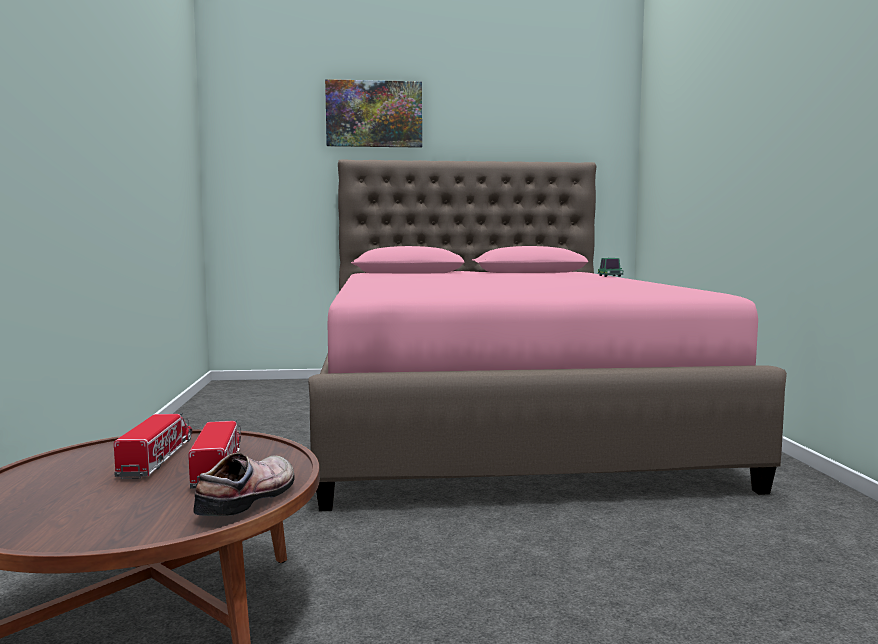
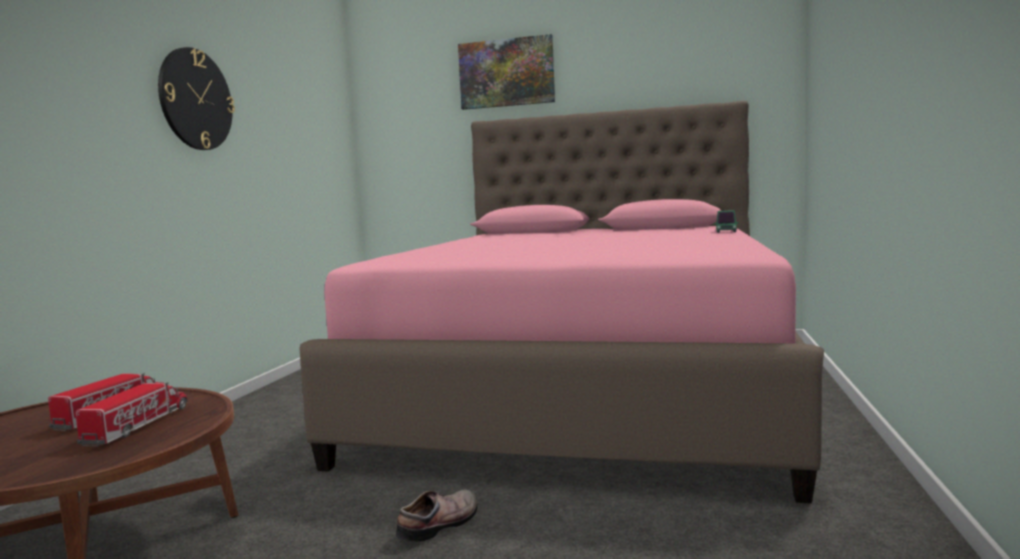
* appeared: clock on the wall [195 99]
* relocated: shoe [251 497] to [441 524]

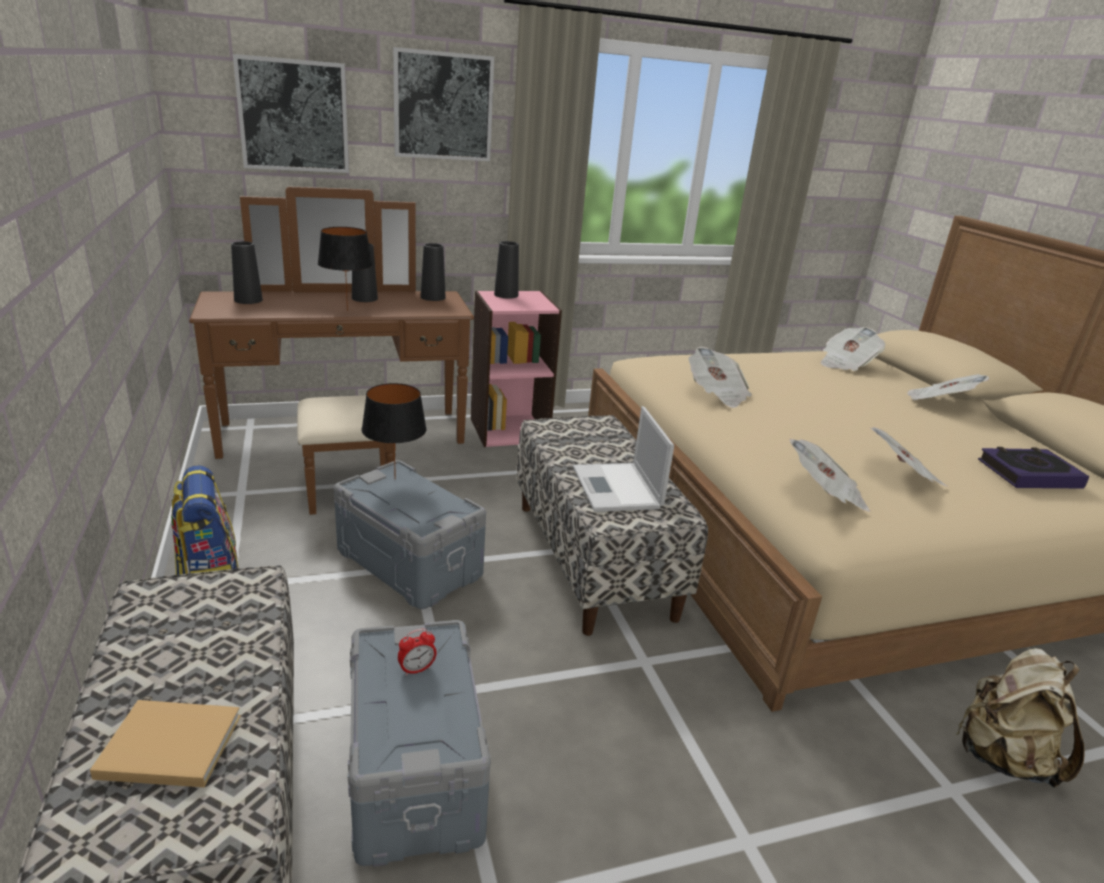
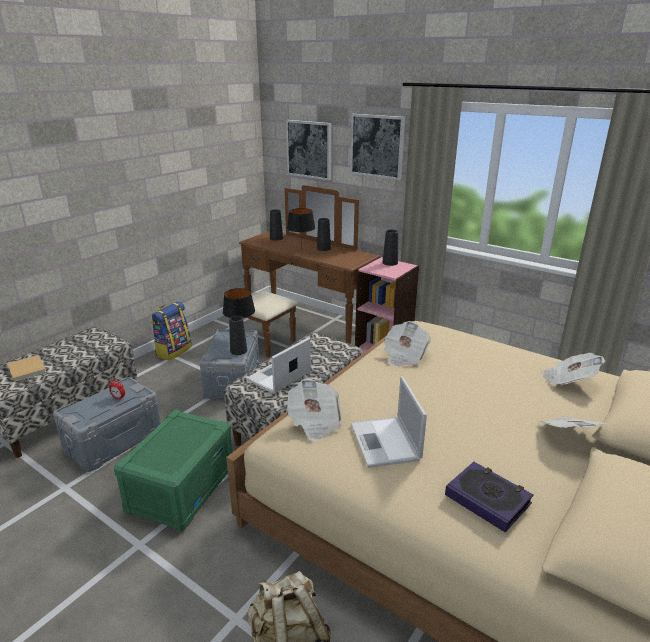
* appeared: green storage bin [181 487]
* relocated: black-coloured decorative vase [433 297] to [238 350]
* exchanged: newspaper [901 476] to notebook computer [385 443]

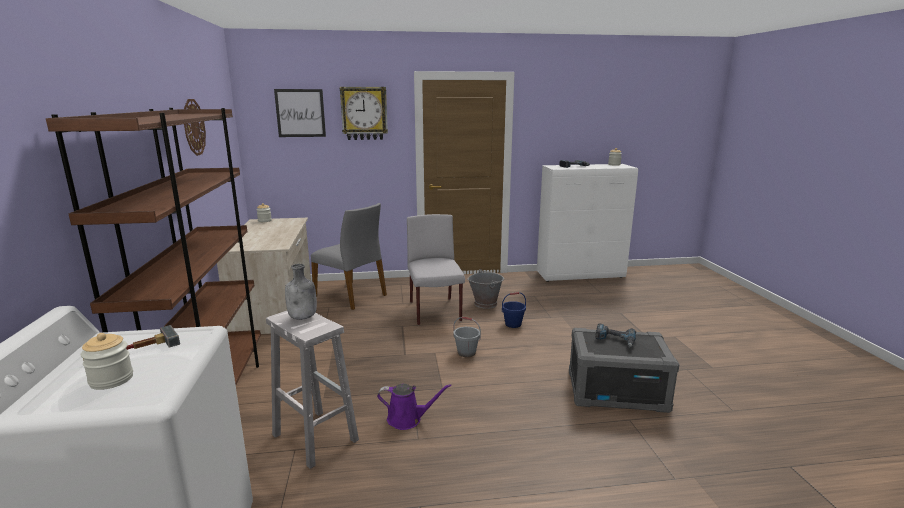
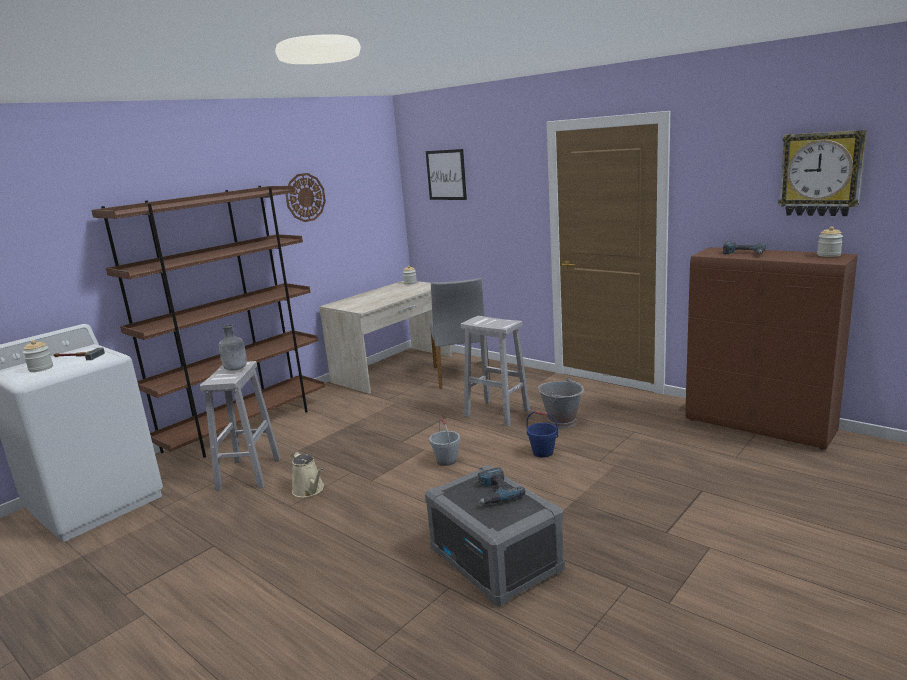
* relocated: clock on the wall [364 113] to [821 174]
* exchanged: grey upright chair [435 312] to white-coloured stool [498 413]
* colour: purplish watering pot [408 419] to beige-coloured watering pot [309 490]
* colour: white-coloured storage cabinet [581 275] to brown-coloured storage cabinet [760 427]

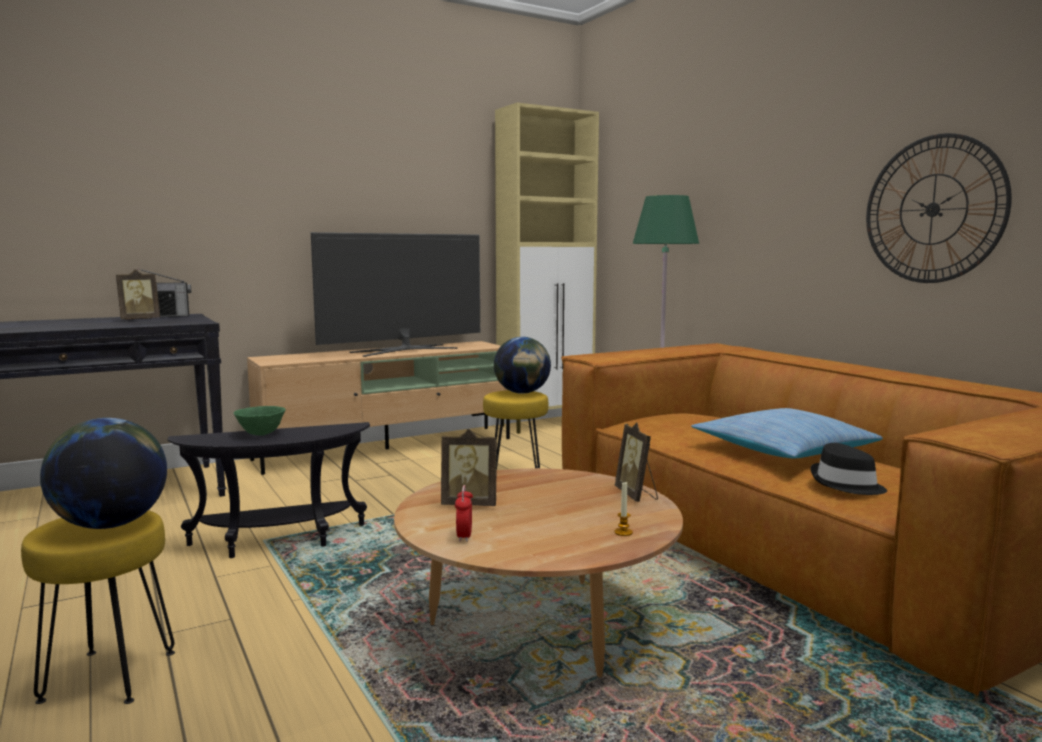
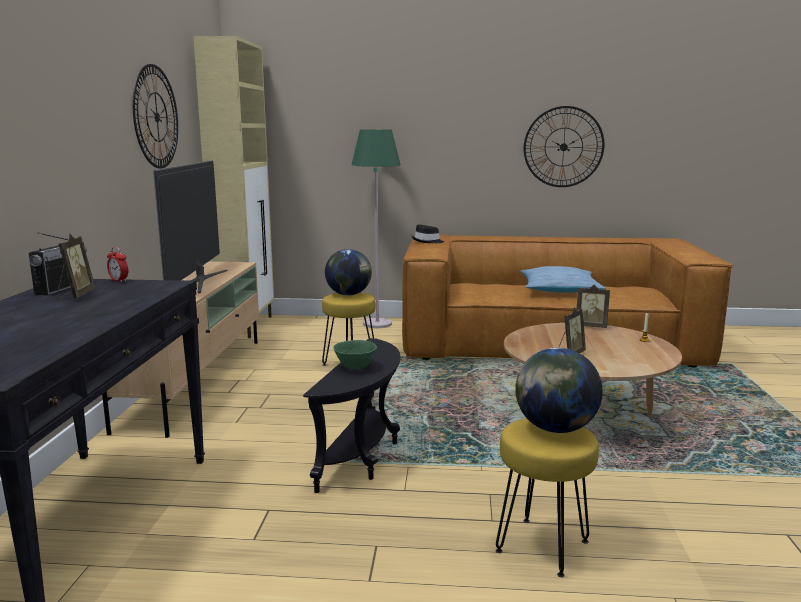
* appeared: clock on the wall [156 117]
* relocated: bedside clock [464 536] to [119 281]
* relocated: black-coloured clothing hat [846 484] to [427 241]

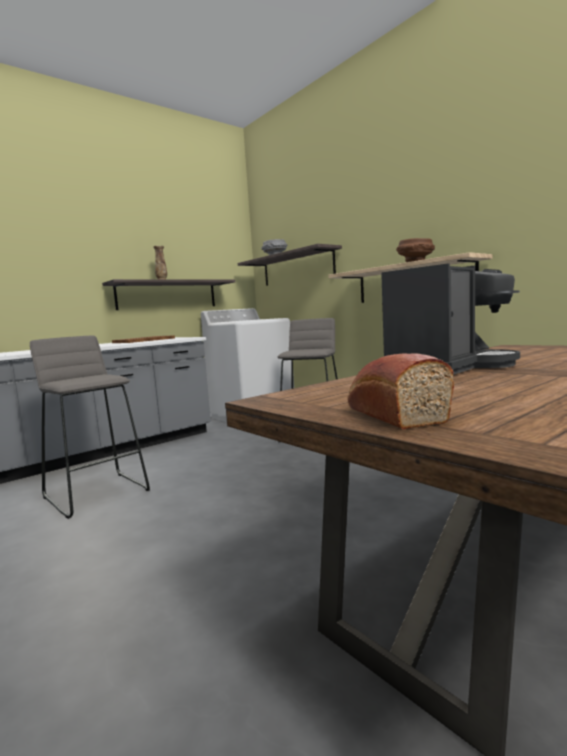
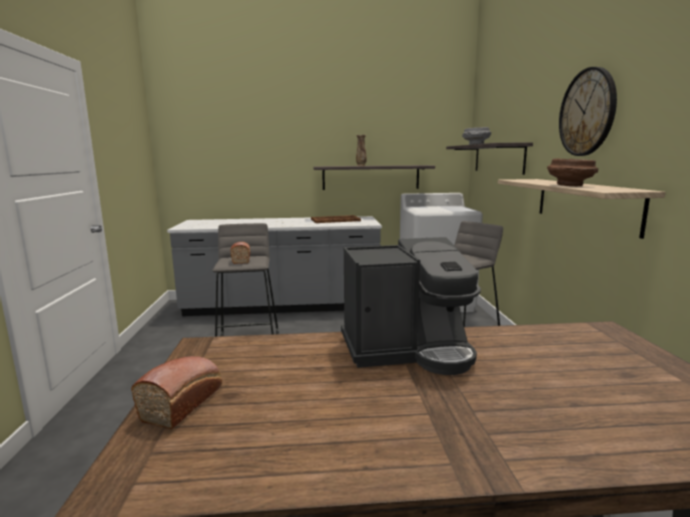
* appeared: baked bread [241 259]
* appeared: clock on the wall [587 112]

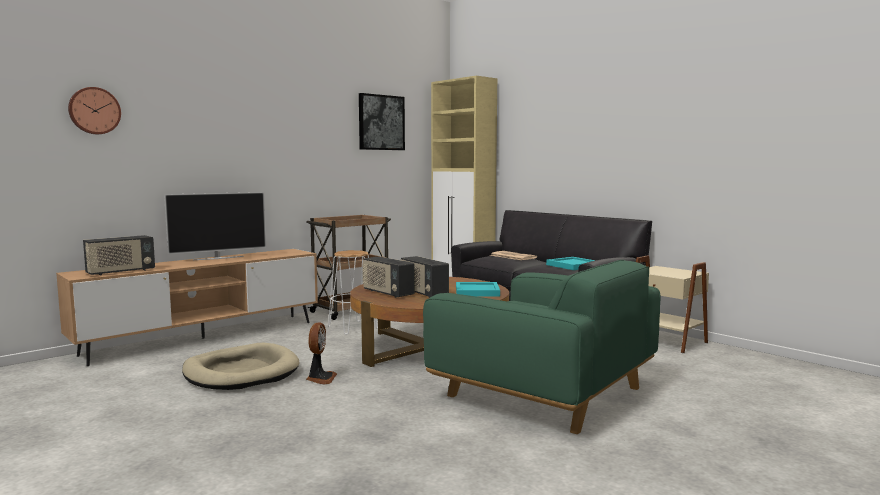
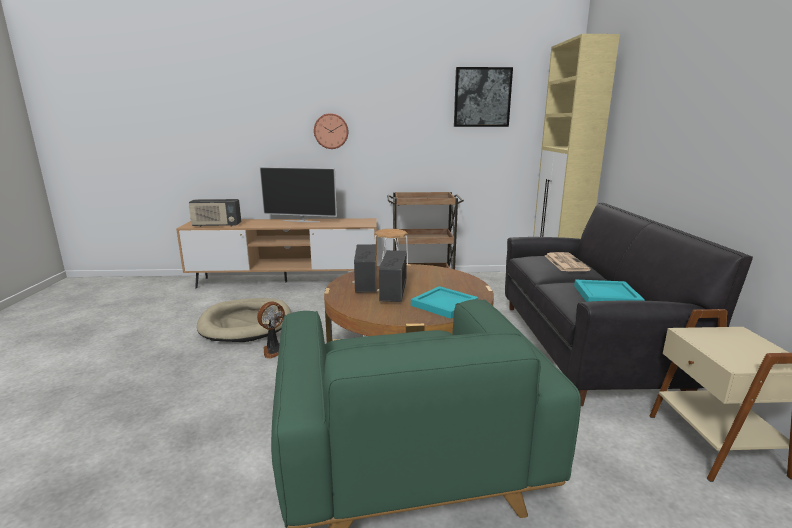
* relocated: clock on the wall [94 111] to [331 131]

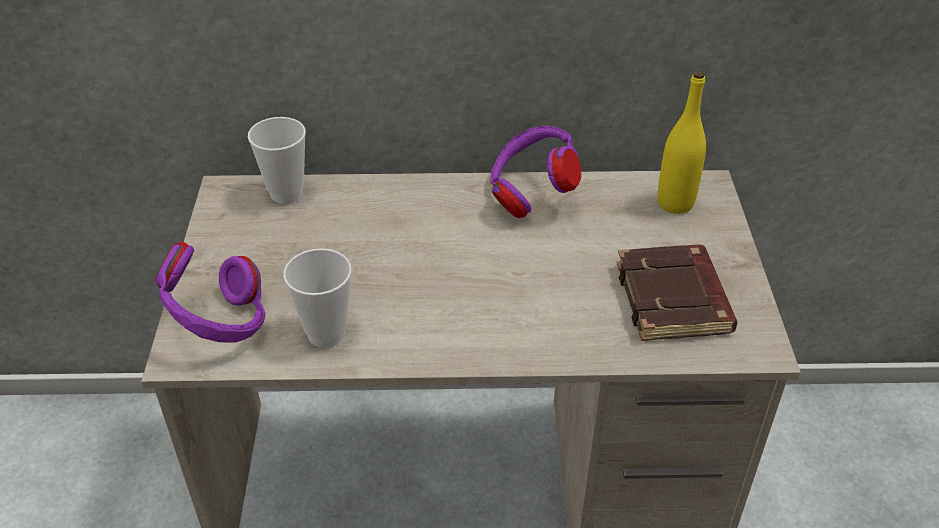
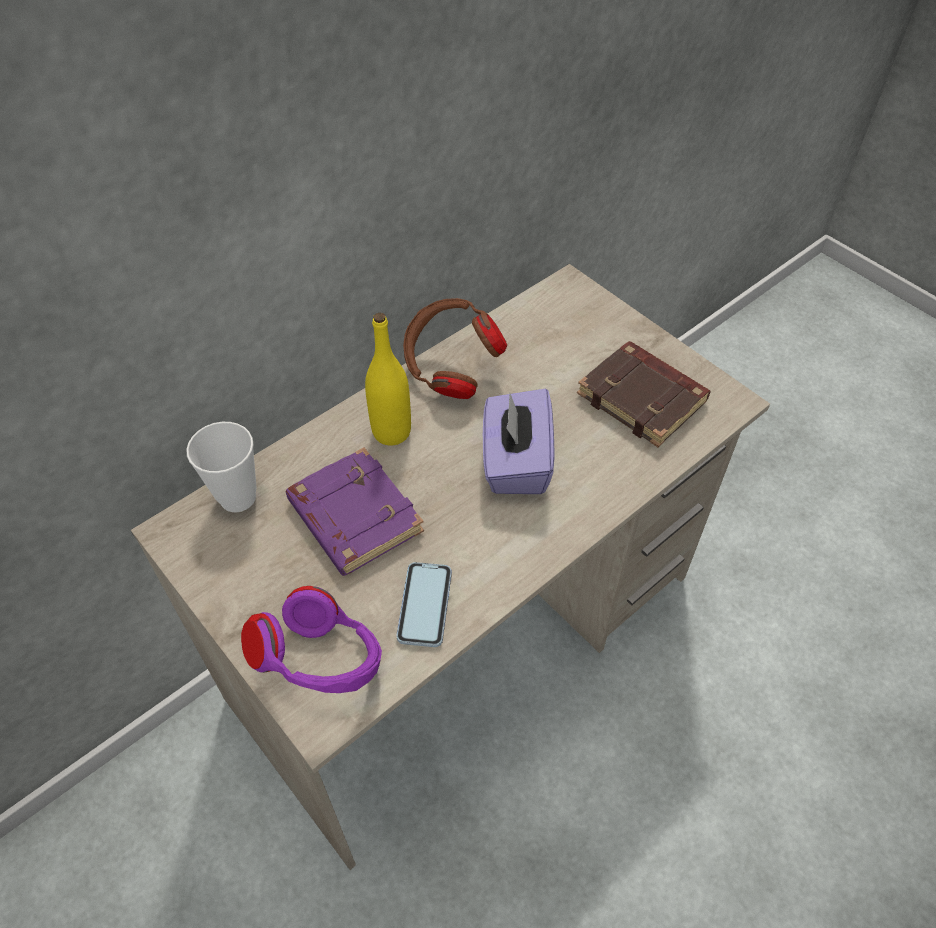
* appeared: purplish book [353 517]
* appeared: purplish tissue box [515 462]
* relocated: yellow bottle [675 203] to [391 432]
* exchanged: drinking cup [326 333] to handset [424 605]
* colour: purplish headset [530 195] to brown-coloured headset [450 371]

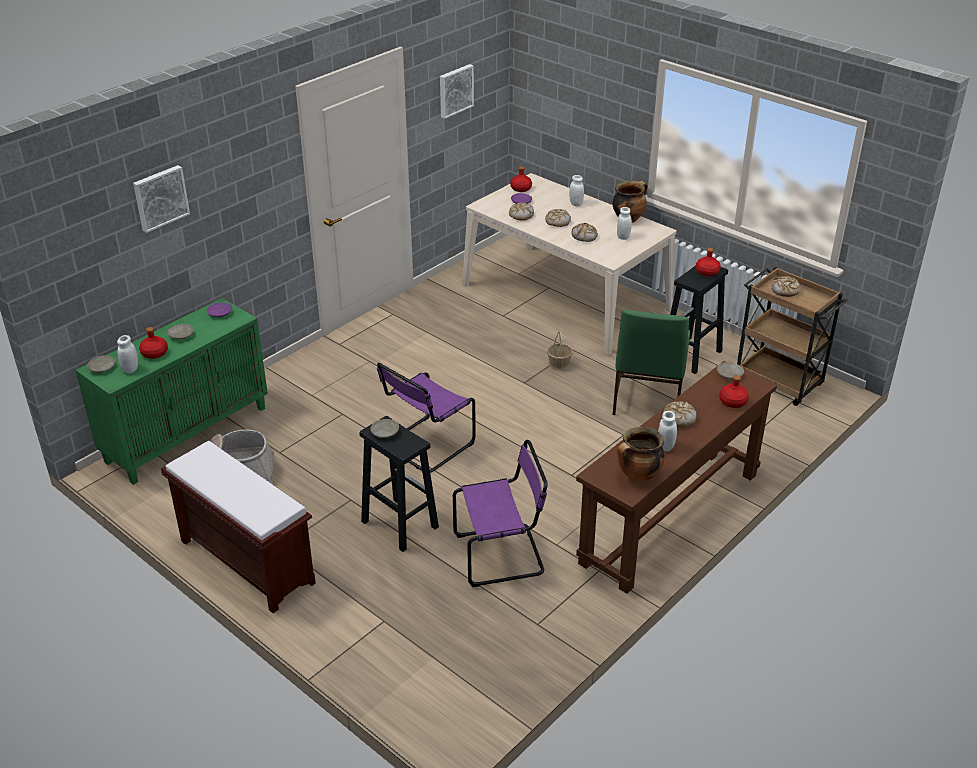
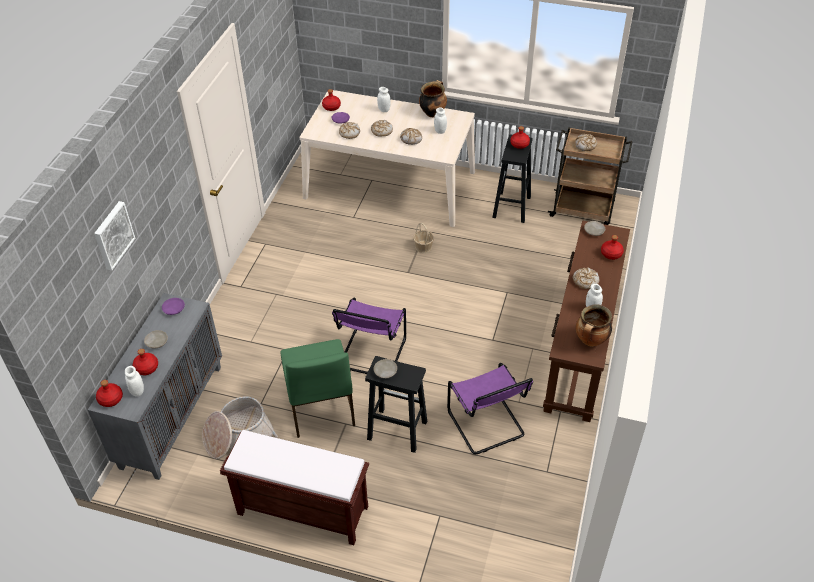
* missing: wall art [455 90]
* relocated: green upright chair [647 399] to [320 407]
* exchanged: beige-coloured plate [102 368] to red bottle [111 399]
* colour: green storage cabinet [187 433] to grey storage cabinet [171 415]
* spun: purplish upright chair [502 554] = [487 425] 105 degrees clockwise

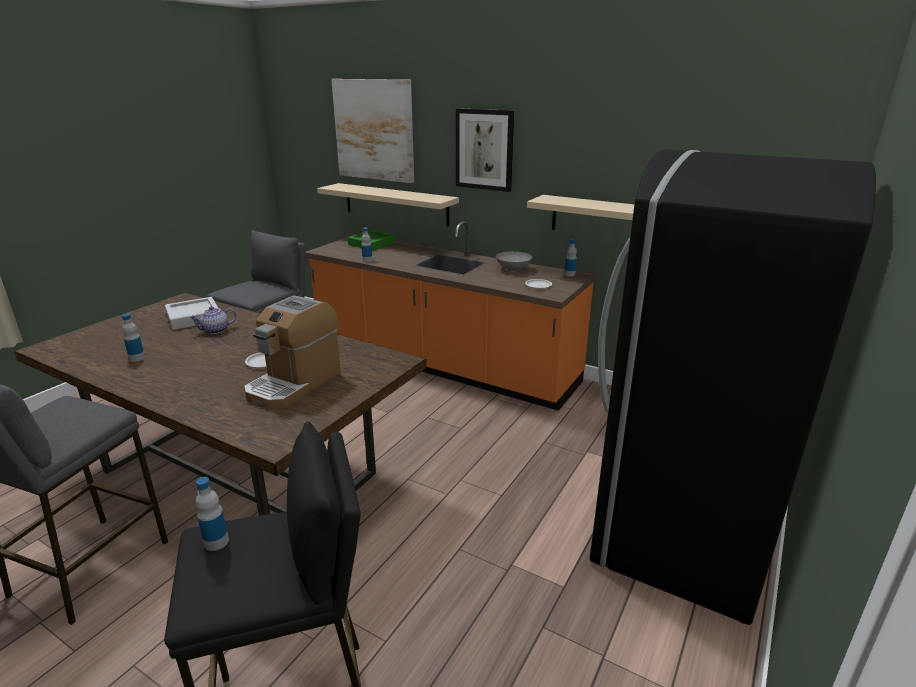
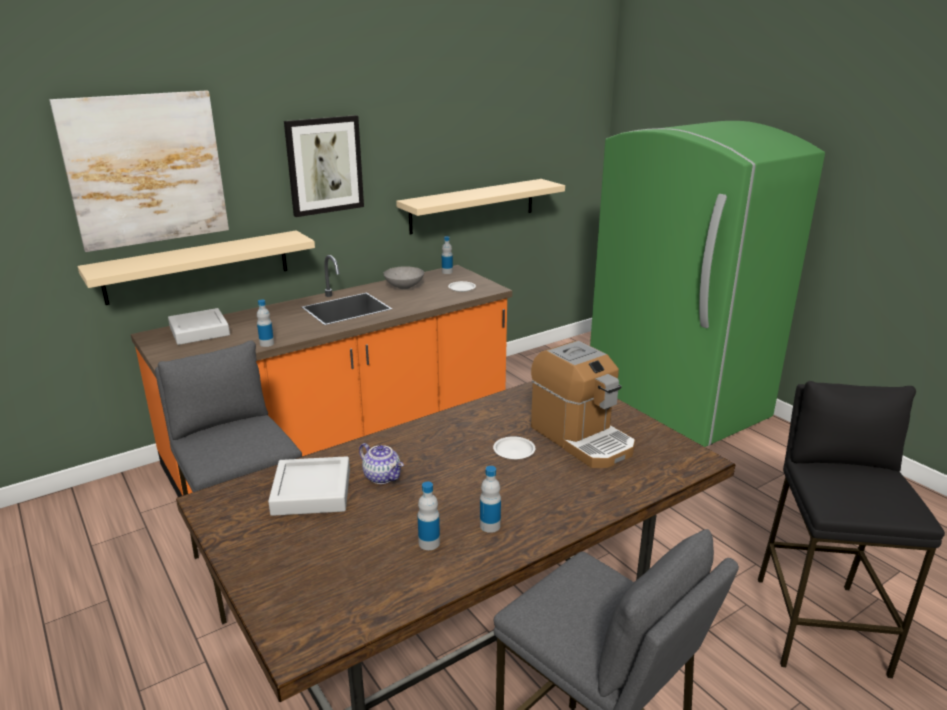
* relocated: bottle [216 542] to [490 526]
* colour: green carrying tray [372 244] to grey carrying tray [199 331]
* colour: black-coloured fridge [683 524] to green fridge [674 403]
* spun: pot for tea [215 330] = [383 477] 45 degrees counterclockwise

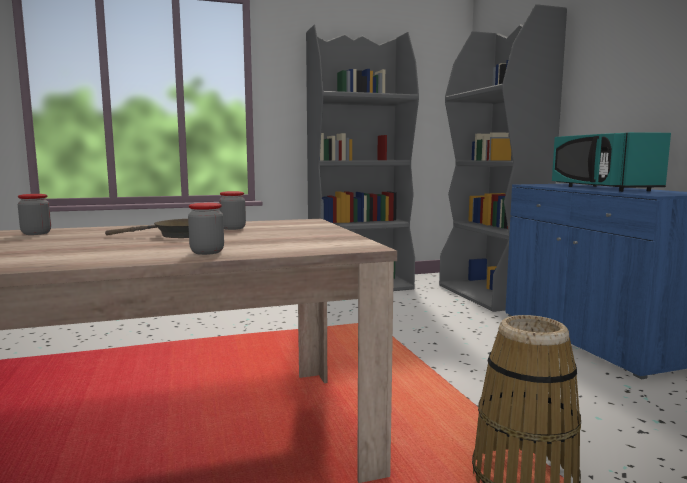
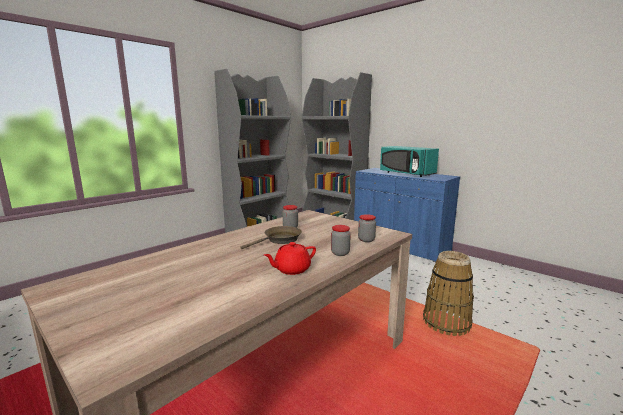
* appeared: red pot for tea [291 269]
* relocated: jar [36 233] to [366 240]

